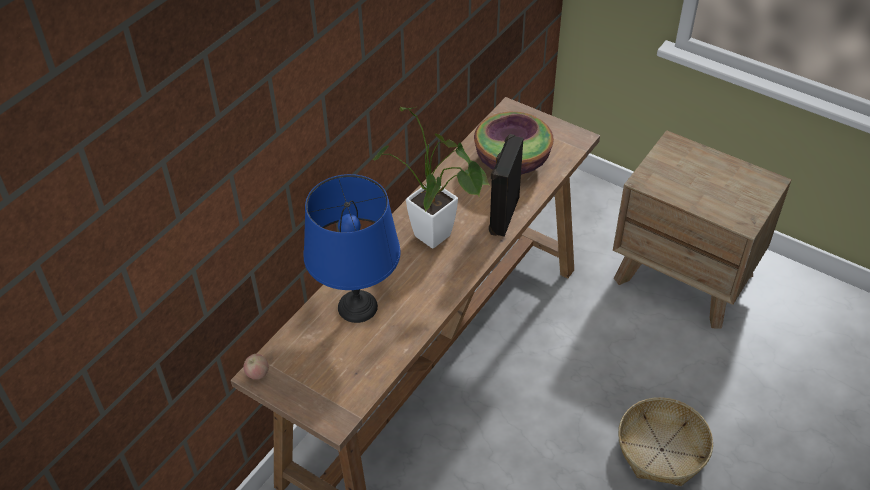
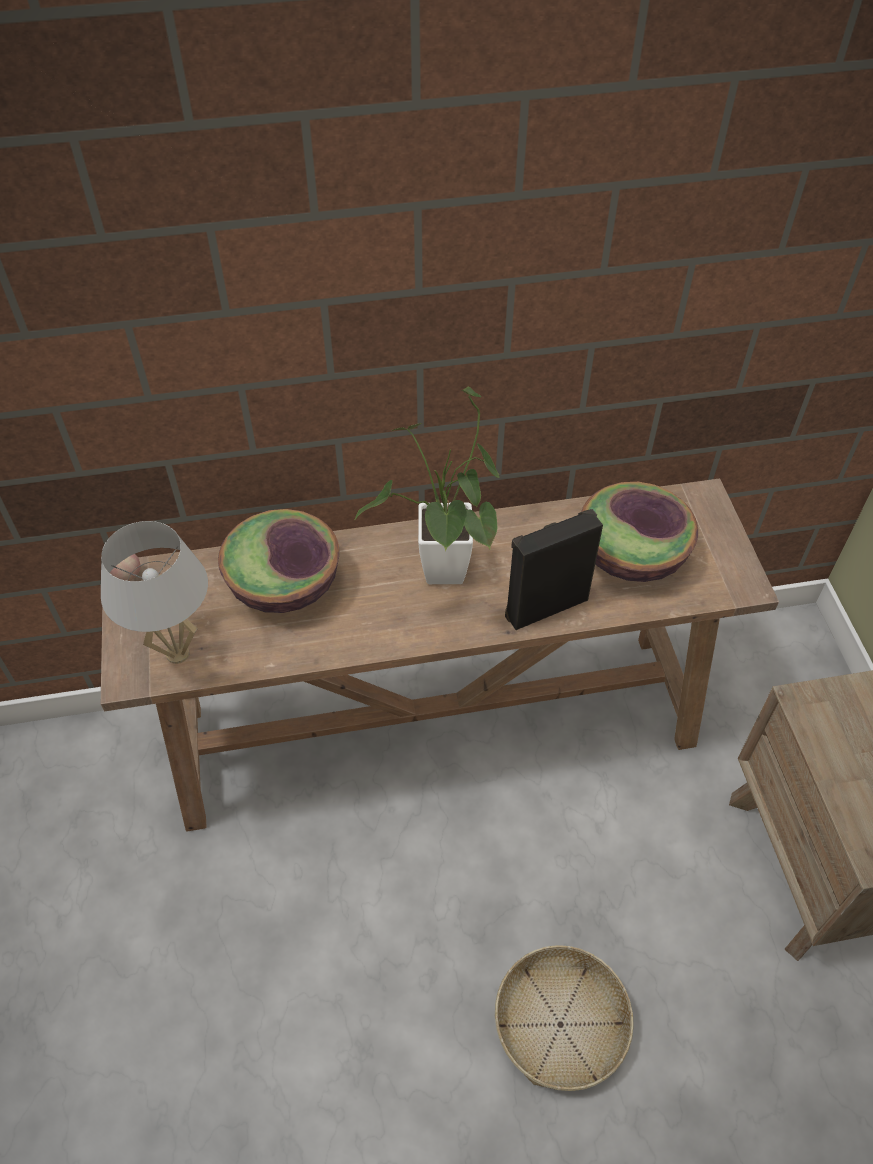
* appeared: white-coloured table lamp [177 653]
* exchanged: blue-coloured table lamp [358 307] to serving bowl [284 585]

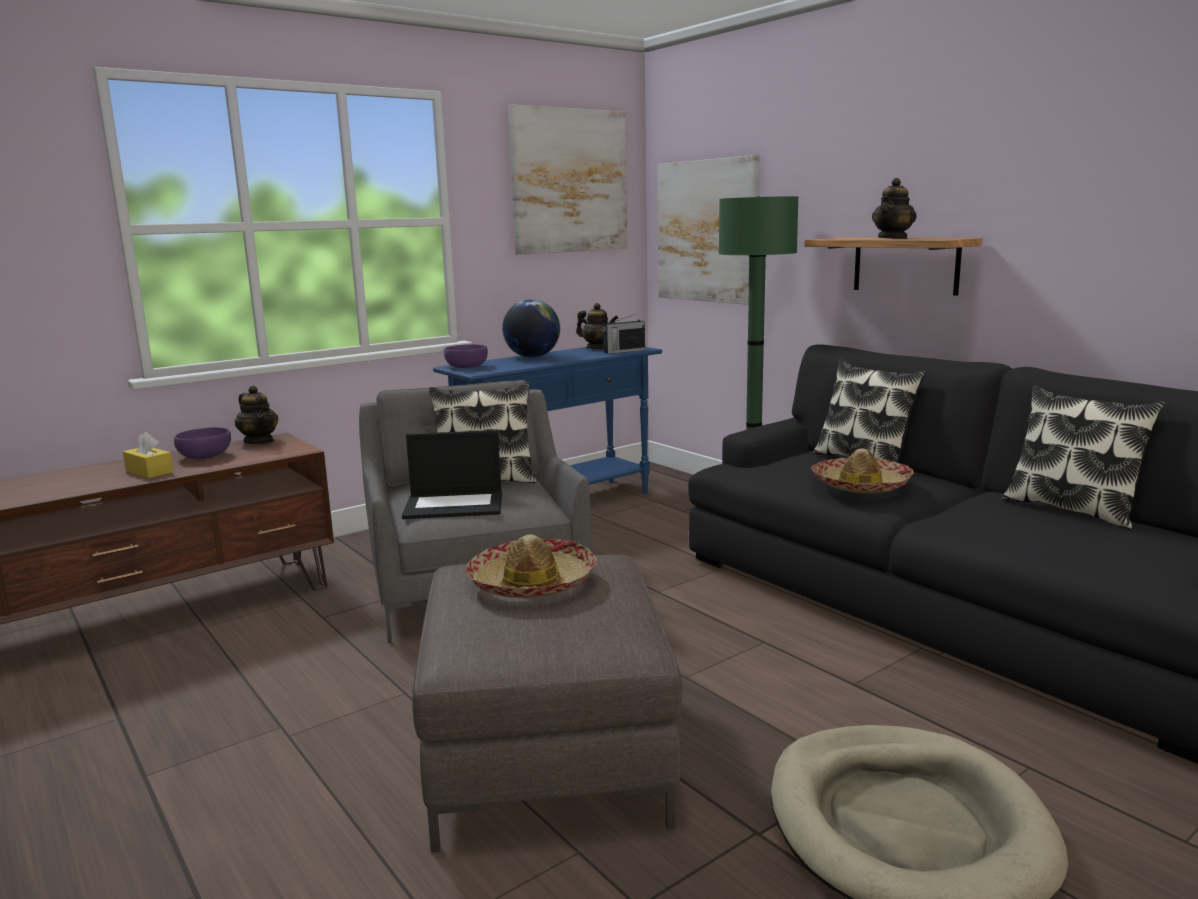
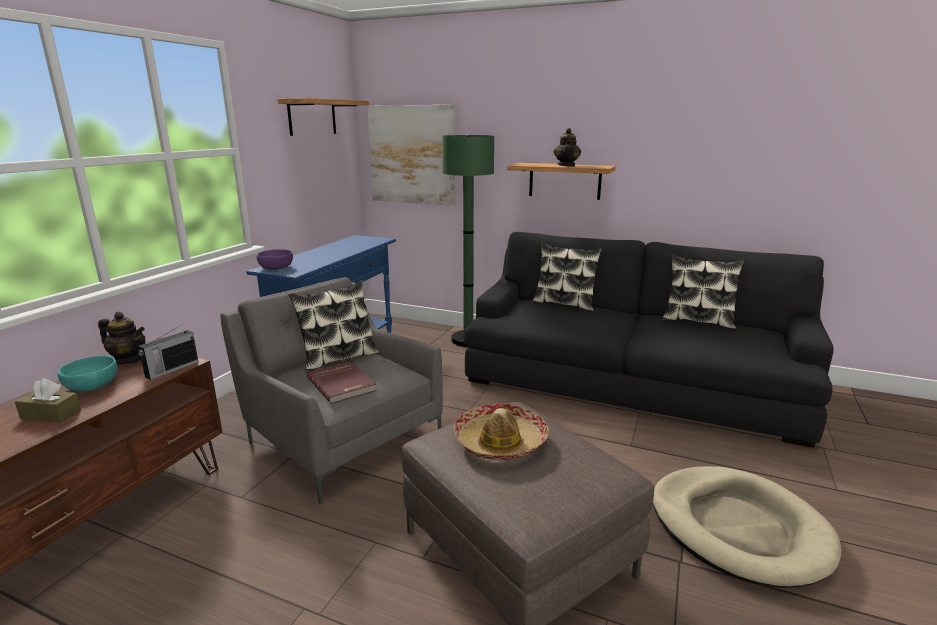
* missing: globe [532 357]
* missing: pot for tea [597 348]
* missing: clothing hat [861 485]
* relocated: radio receiver [623 351] to [171 369]
* exchanged: notebook computer [455 505] to red book [342 384]
* exchanged: wall art [569 181] to shelf [312 117]
* colour: yellow tissue box [149 471] to brown-coloured tissue box [51 415]
* colour: purplish serving bowl [206 456] to blue-green serving bowl [92 385]

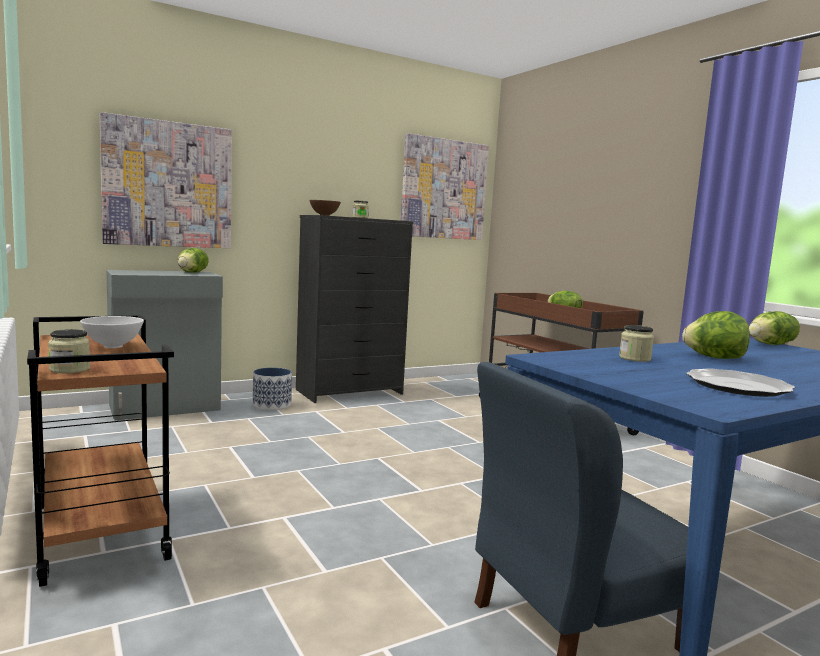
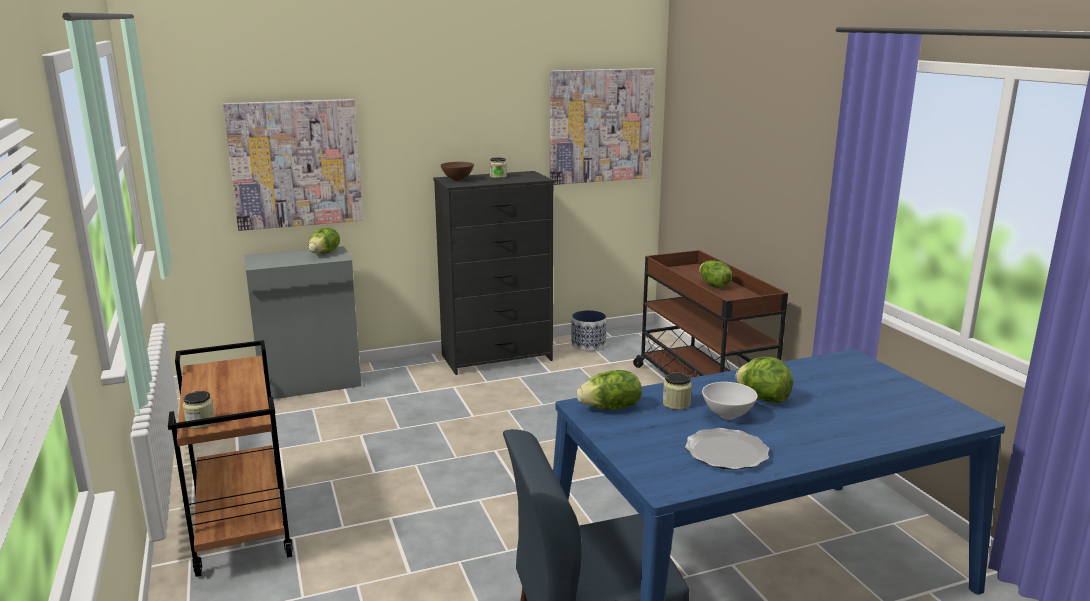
* relocated: white-coloured serving bowl [112 346] to [727 415]
* relocated: flower pot [271 405] to [588 345]
* relocated: head of lettuce [771 344] to [611 408]

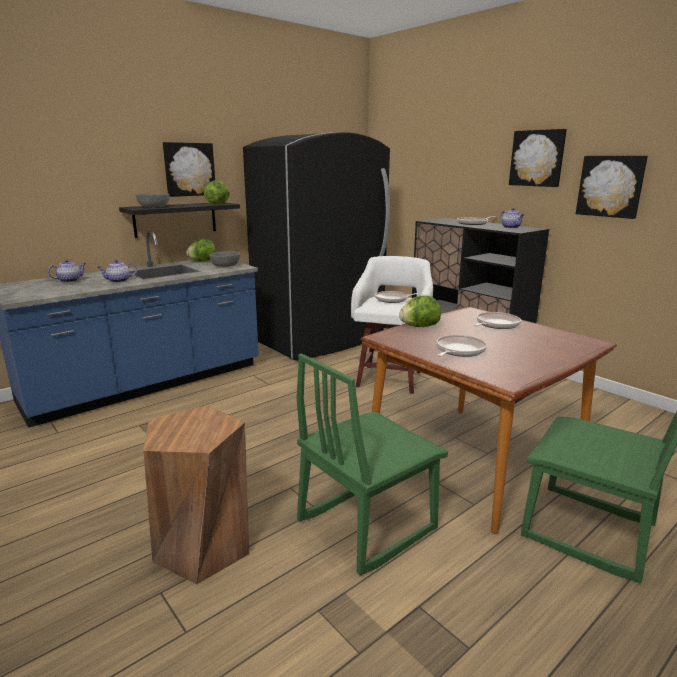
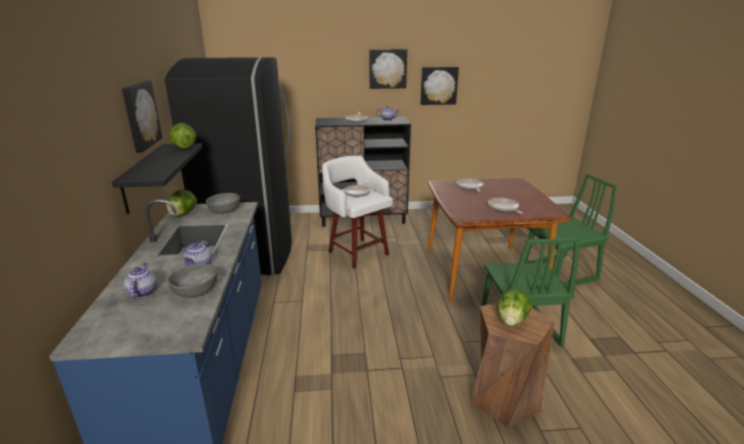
* relocated: grey serving bowl [153 207] to [195 290]
* relocated: head of lettuce [419 326] to [511 320]

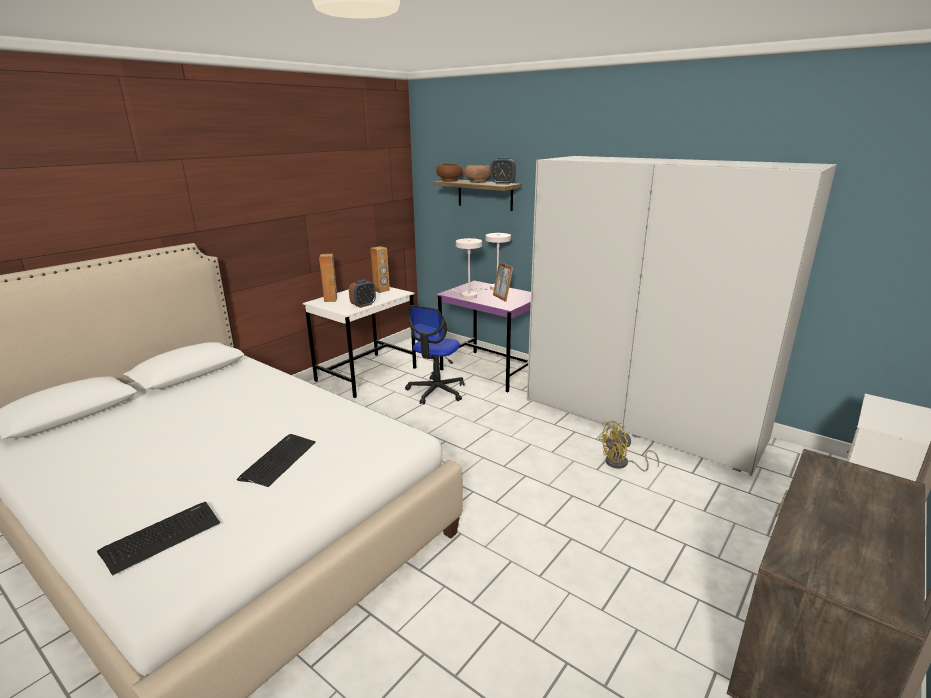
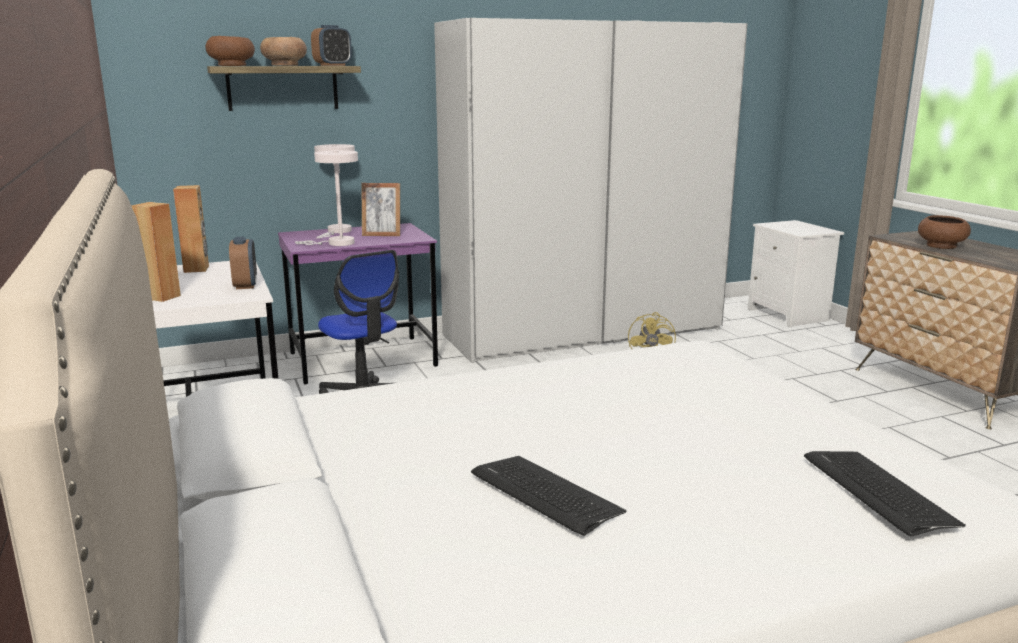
* appeared: brown-coloured serving bowl [941 246]
* relocated: computer keyboard [278 460] to [545 494]

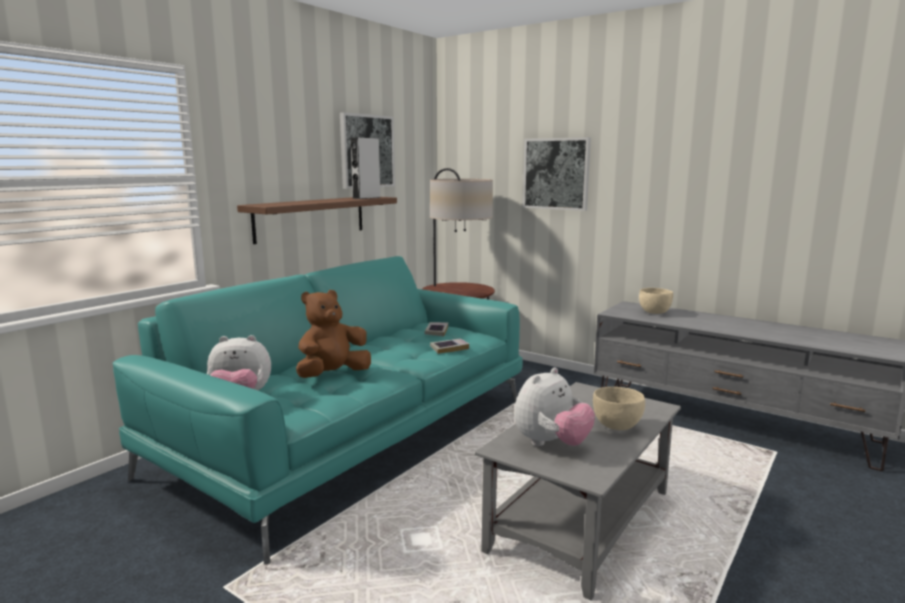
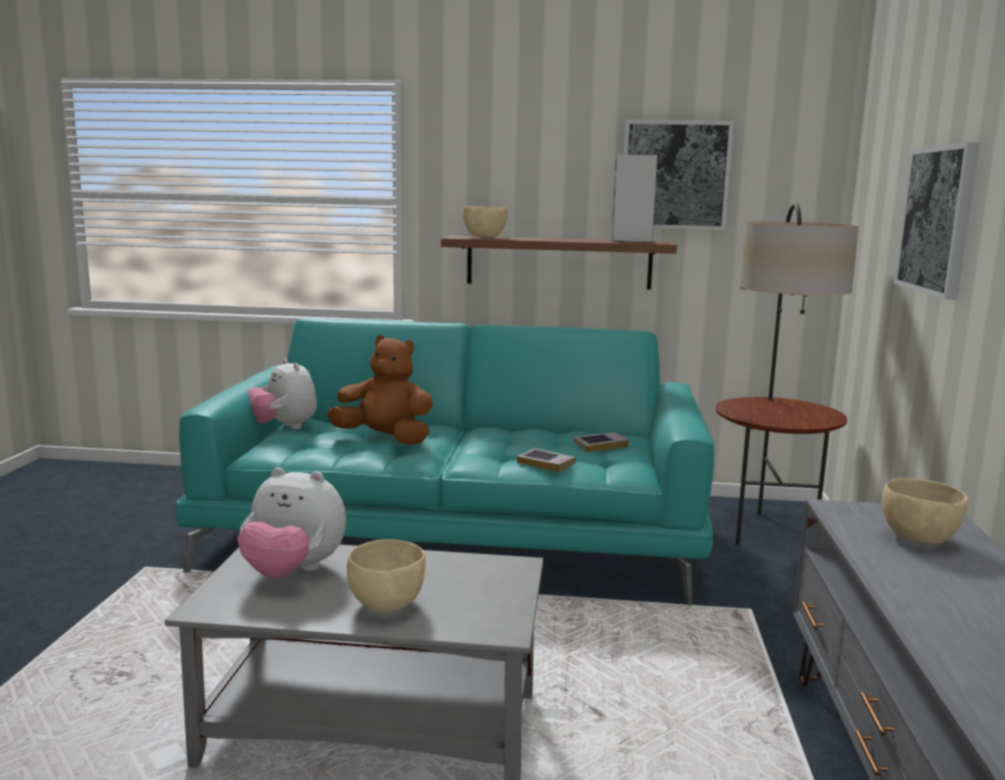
* appeared: beige-coloured serving bowl [484 237]

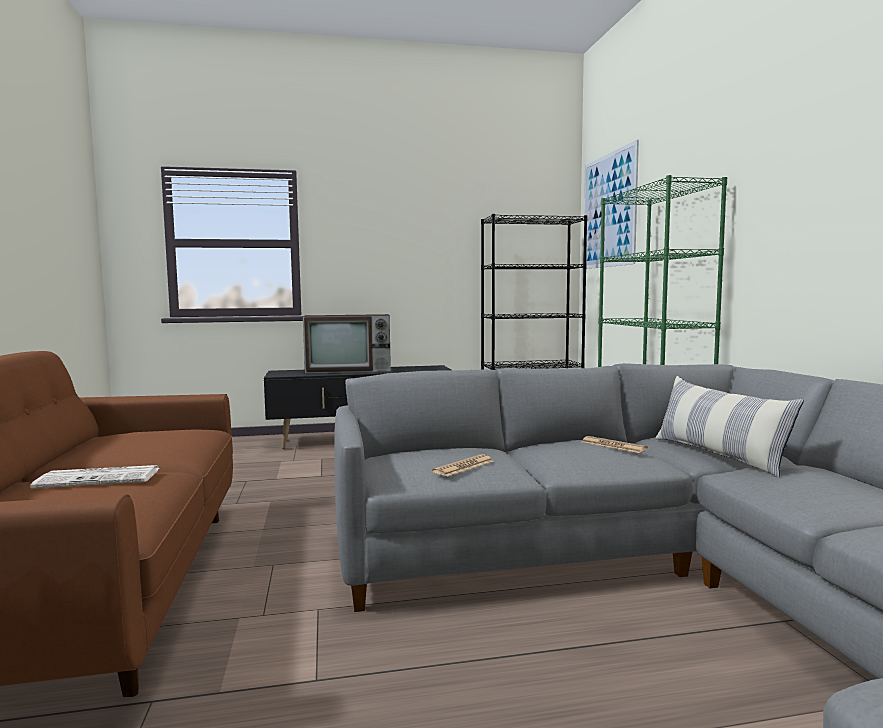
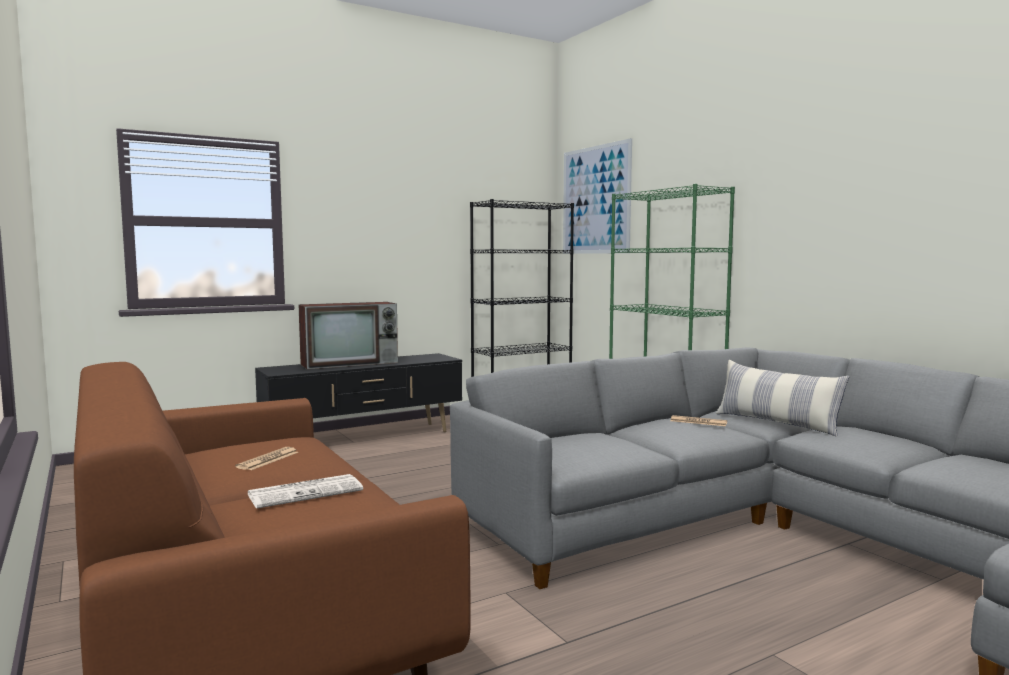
* relocated: newspaper [463 466] to [268 460]

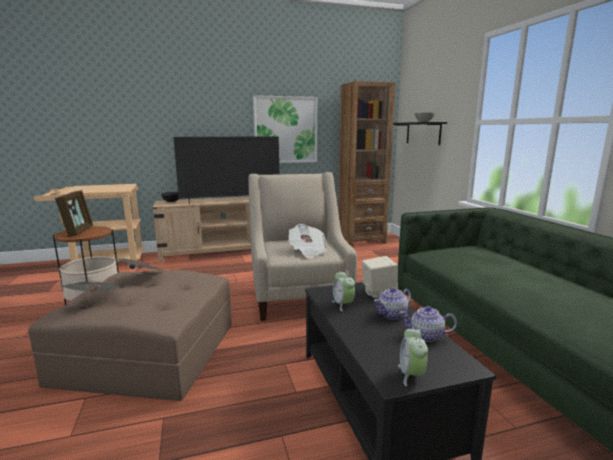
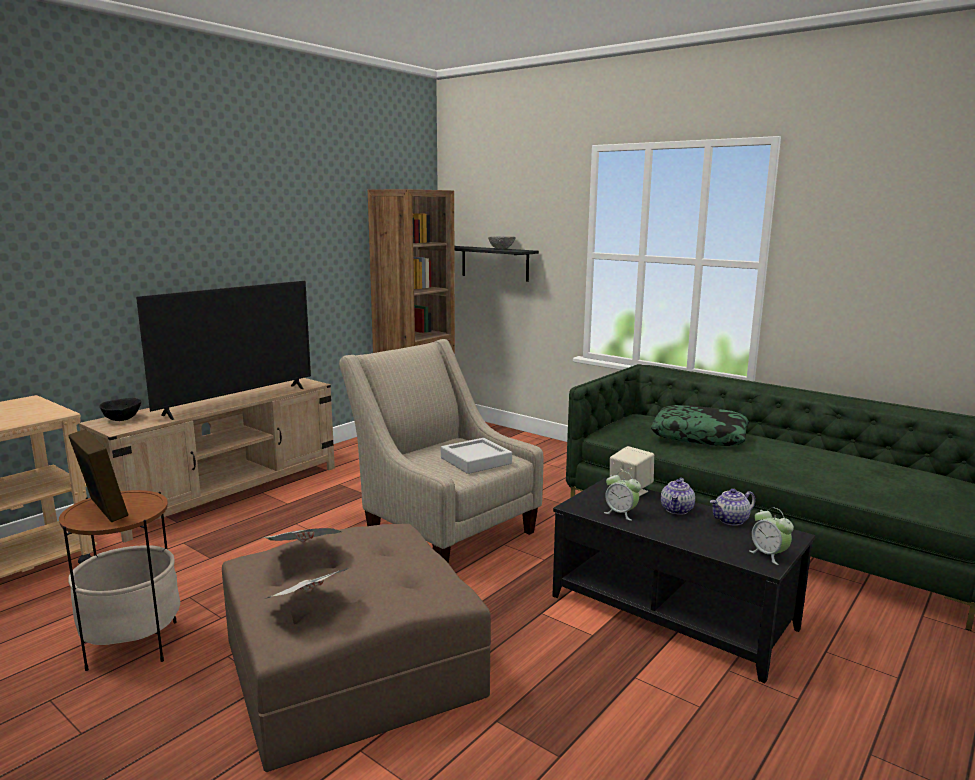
* missing: wall art [285 130]
* appeared: throw pillow [699 436]
* exchanged: newspaper [307 251] to grey carrying tray [476 461]

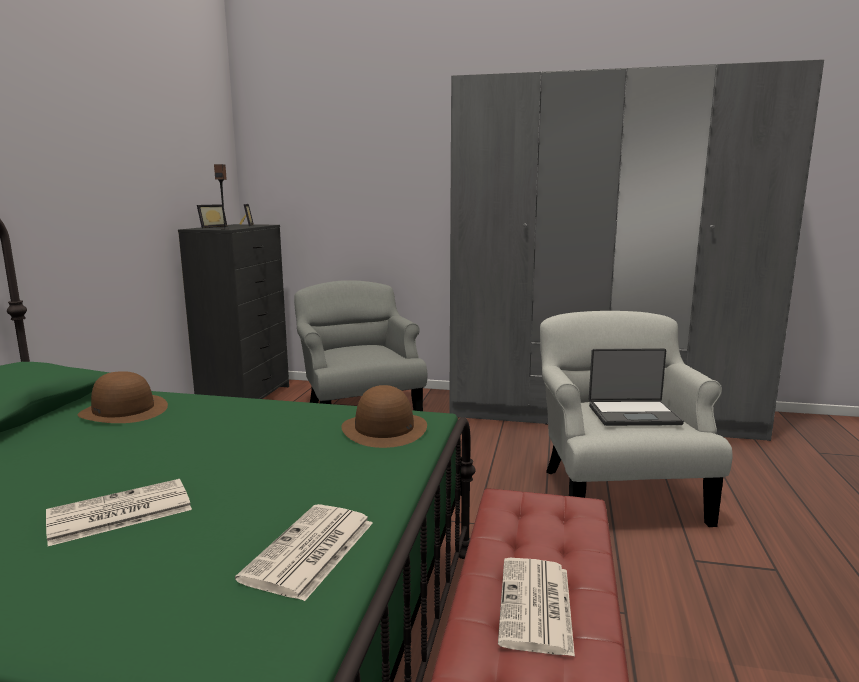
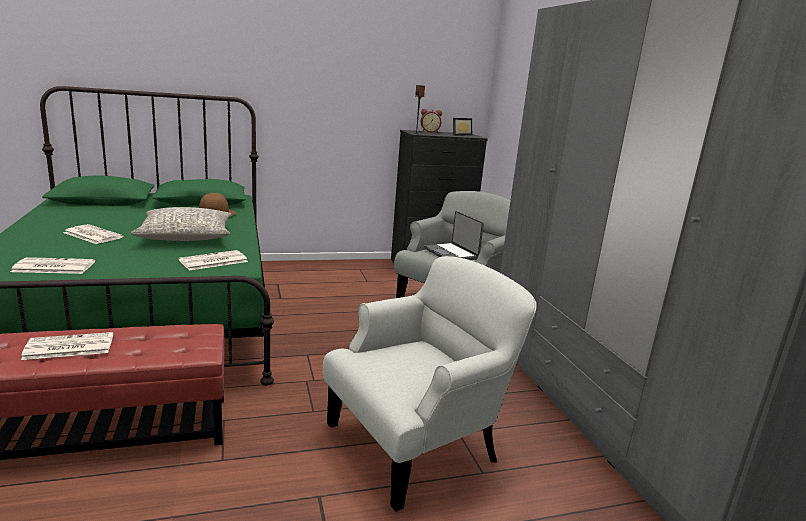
* appeared: grey throw pillow [186 236]
* relocated: notebook computer [633 414] to [451 253]
* exchanged: photo frame [210 227] to bedside clock [429 131]
* exchanged: brown-coloured clothing hat [384 429] to newspaper [213 261]

